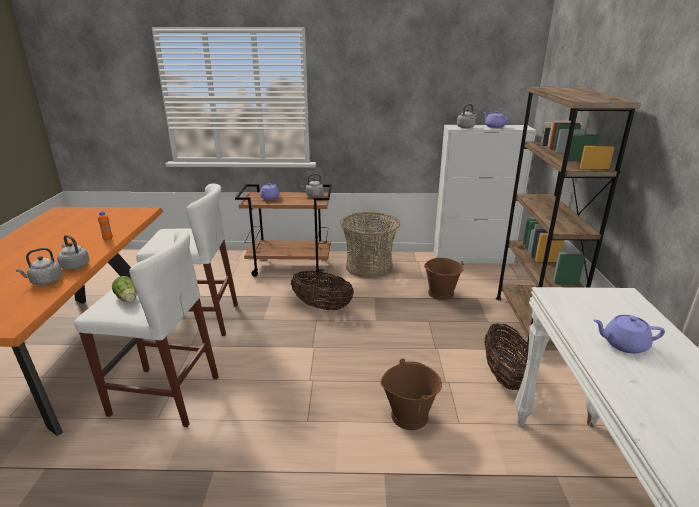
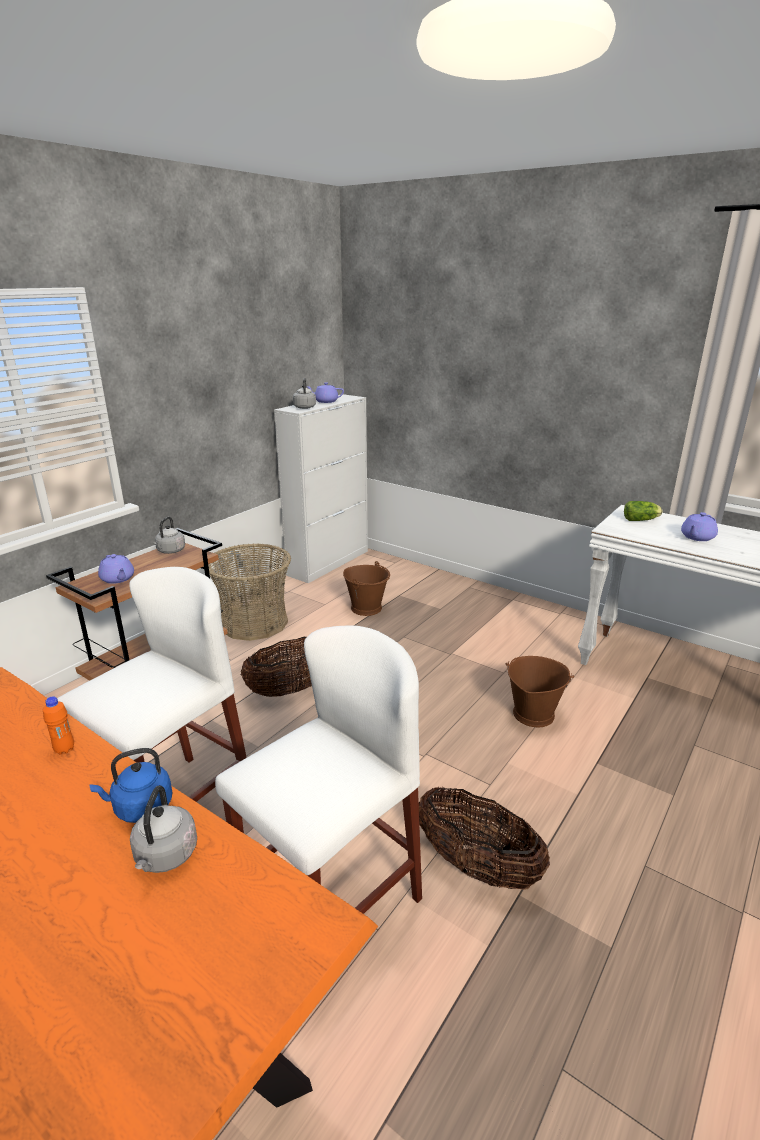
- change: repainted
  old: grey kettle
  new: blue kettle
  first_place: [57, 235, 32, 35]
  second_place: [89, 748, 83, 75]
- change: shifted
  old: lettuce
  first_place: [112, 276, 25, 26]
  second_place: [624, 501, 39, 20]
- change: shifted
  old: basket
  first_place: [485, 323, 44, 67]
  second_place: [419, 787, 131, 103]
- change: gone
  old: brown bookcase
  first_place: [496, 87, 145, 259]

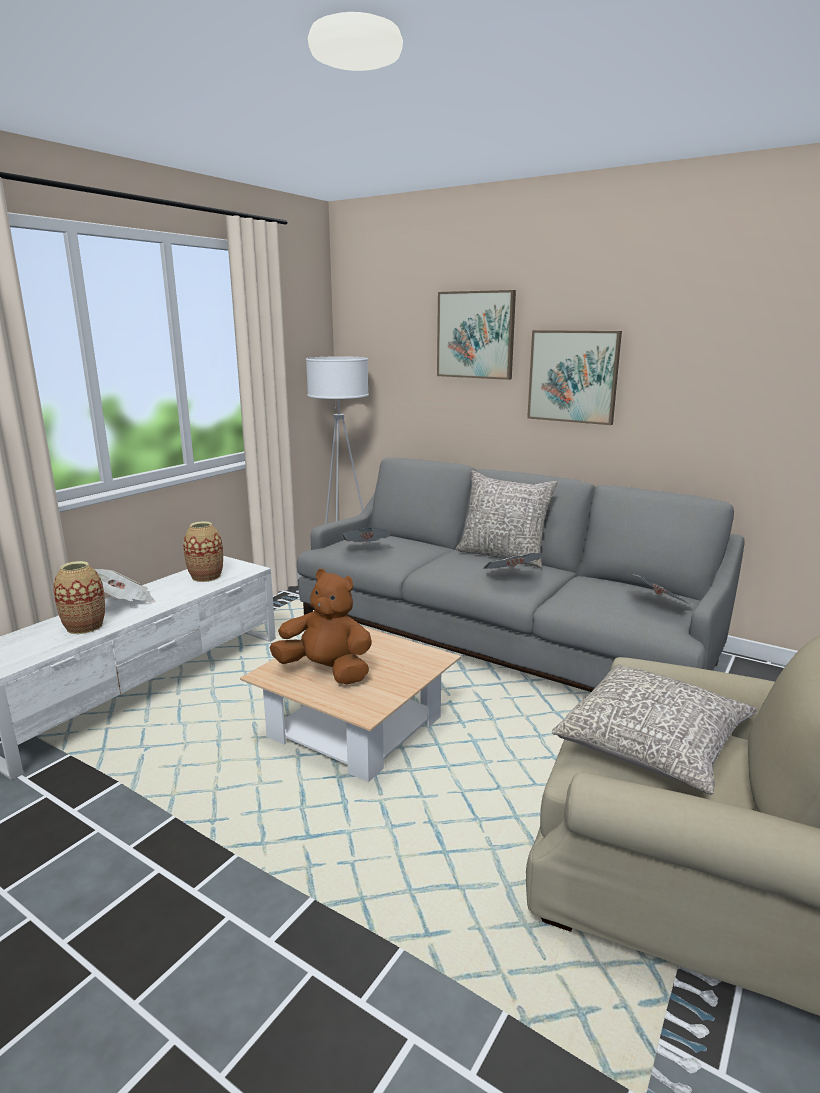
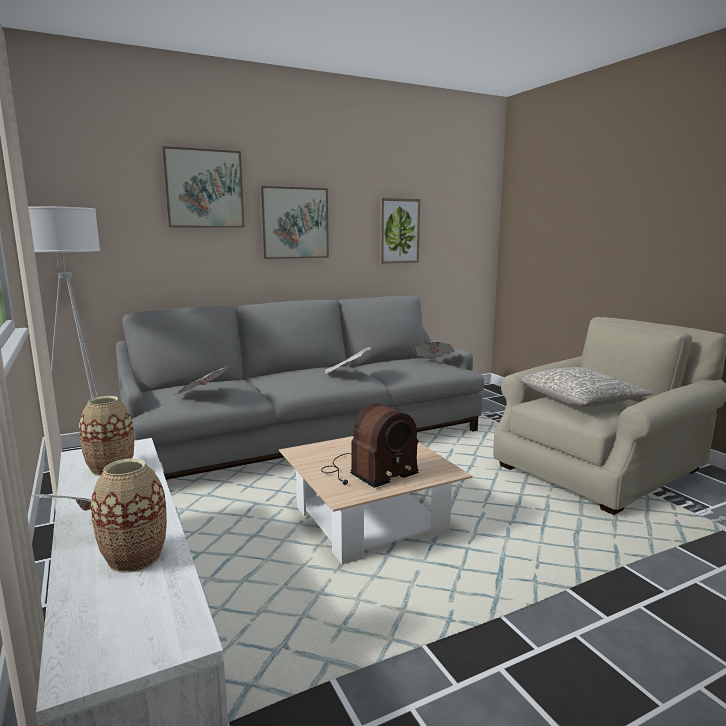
- change: swapped
  old: brown plush toy
  new: radio
  first_place: [270, 569, 102, 115]
  second_place: [321, 403, 98, 85]
- change: gone
  old: grey pillow
  first_place: [456, 470, 101, 97]
- change: new
  new: picture
  second_place: [380, 198, 40, 66]

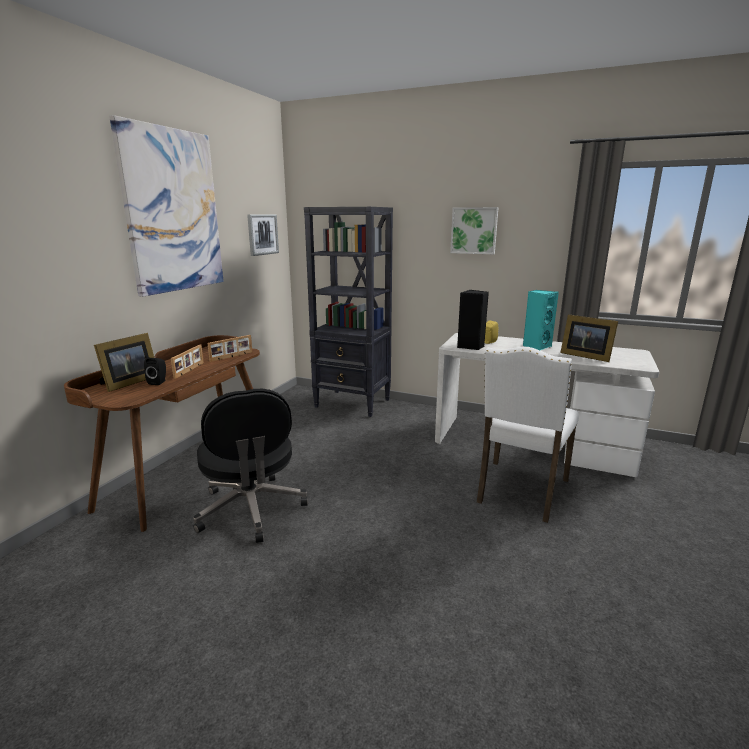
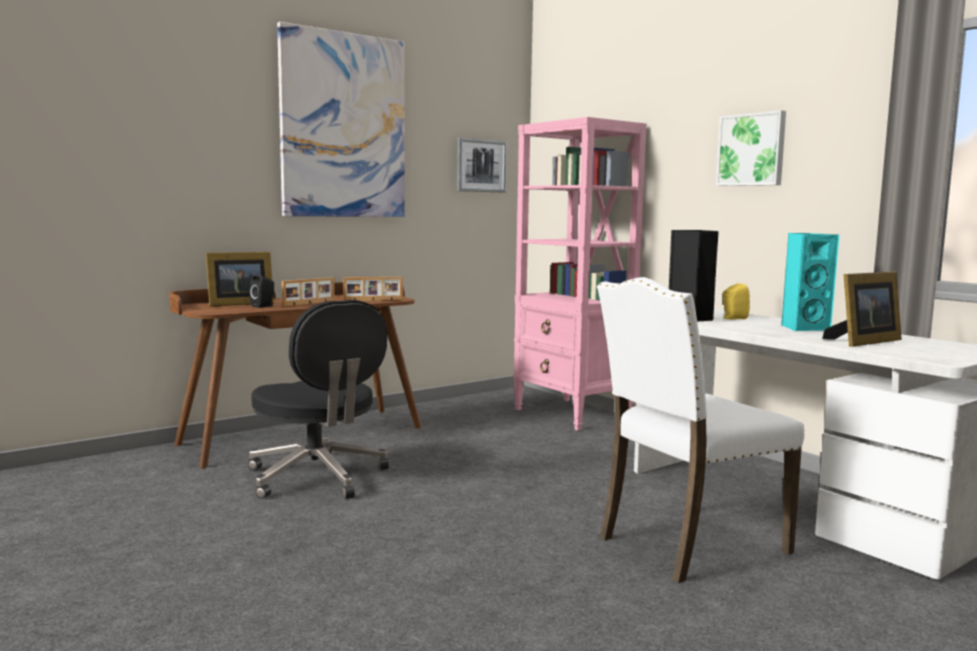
- change: rotated
  old: black office chair
  first_place: [194, 389, 114, 154]
  second_place: [248, 300, 141, 199]
  degrees: -45
- change: repainted
  old: black bookcase
  new: pink bookcase
  first_place: [304, 207, 89, 210]
  second_place: [513, 117, 134, 314]
- change: rotated
  old: picture frame
  first_place: [560, 314, 58, 48]
  second_place: [822, 271, 80, 76]
  degrees: -105

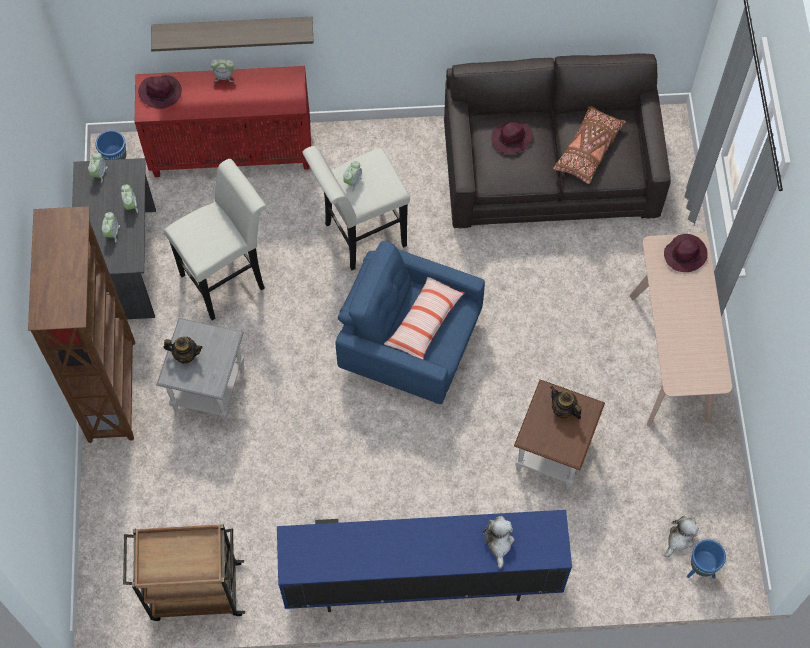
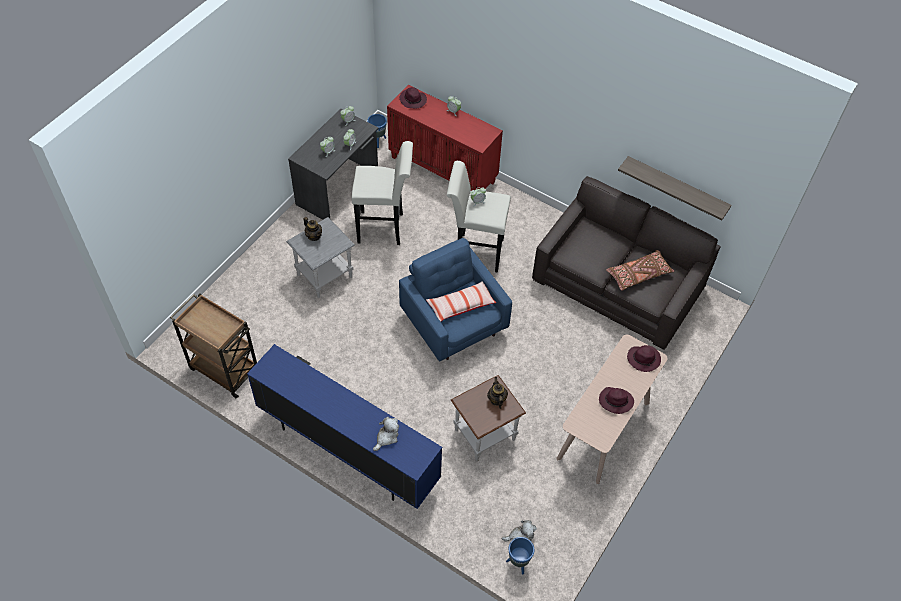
- change: gone
  old: brown bookcase
  first_place: [28, 206, 107, 237]
- change: shifted
  old: shelf
  first_place: [151, 17, 163, 35]
  second_place: [618, 156, 114, 64]
- change: shifted
  old: purple hat
  first_place: [491, 121, 42, 33]
  second_place: [599, 387, 35, 27]

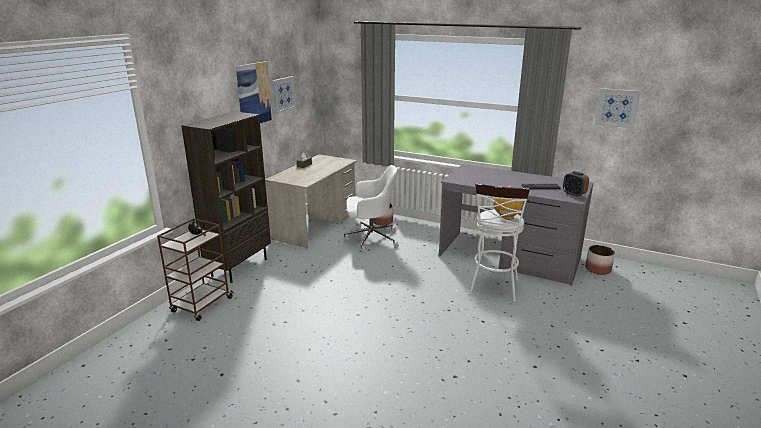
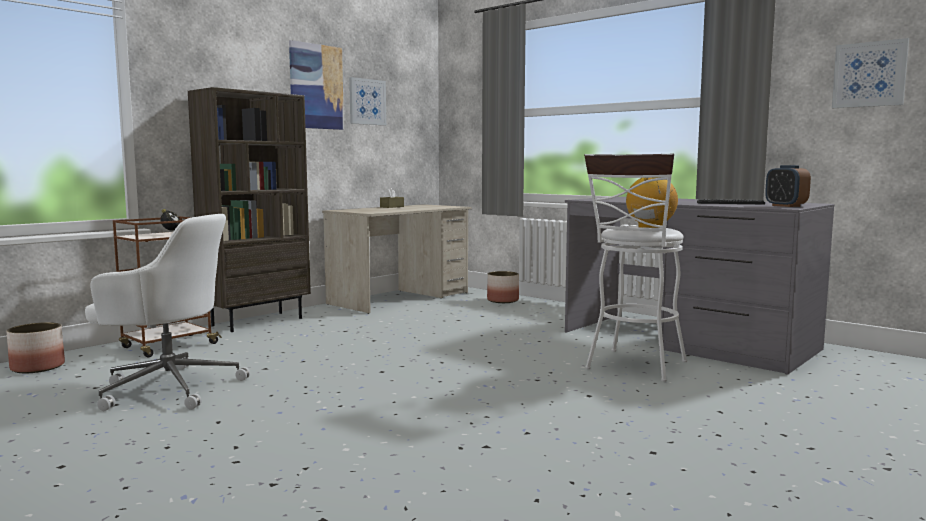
- change: shifted
  old: white office chair
  first_place: [344, 165, 55, 88]
  second_place: [85, 214, 165, 197]
- change: shifted
  old: planter
  first_place: [585, 245, 30, 30]
  second_place: [6, 322, 59, 51]

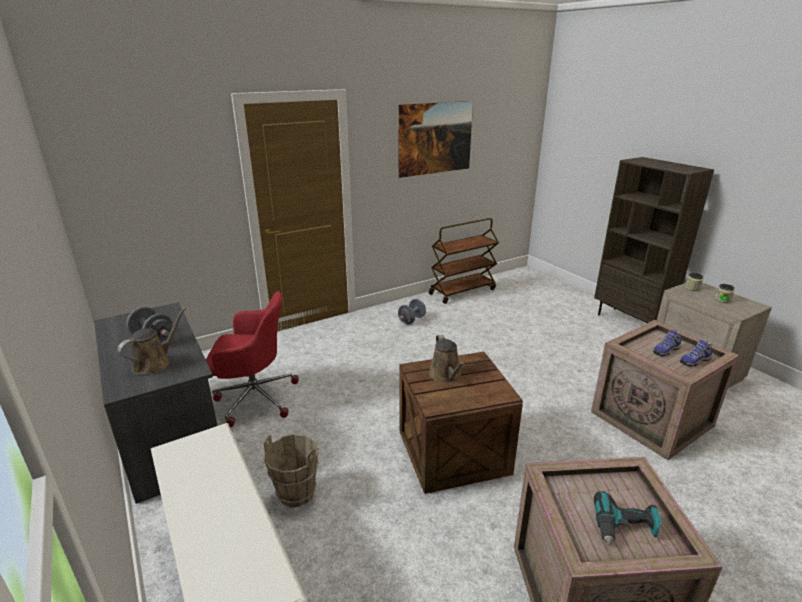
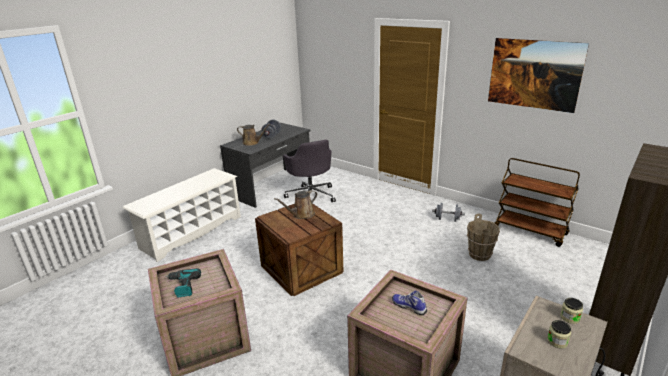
- change: repainted
  old: red office chair
  new: grey office chair
  first_place: [206, 291, 93, 136]
  second_place: [283, 139, 53, 63]
- change: shifted
  old: brown bucket
  first_place: [264, 434, 55, 73]
  second_place: [467, 214, 33, 47]
- change: gone
  old: shoe
  first_place: [680, 340, 32, 27]

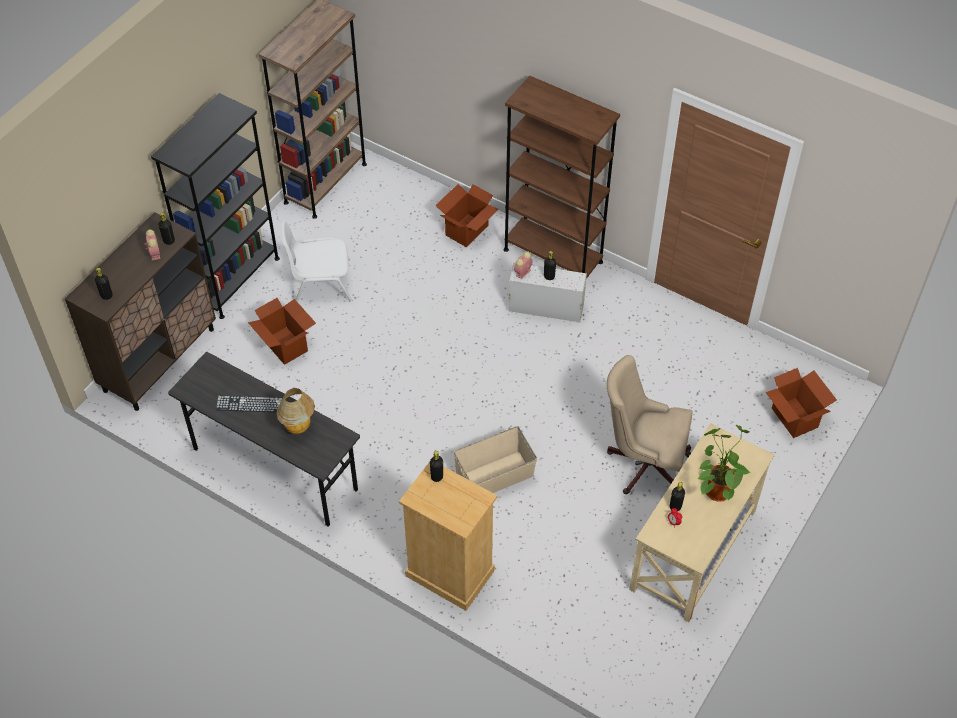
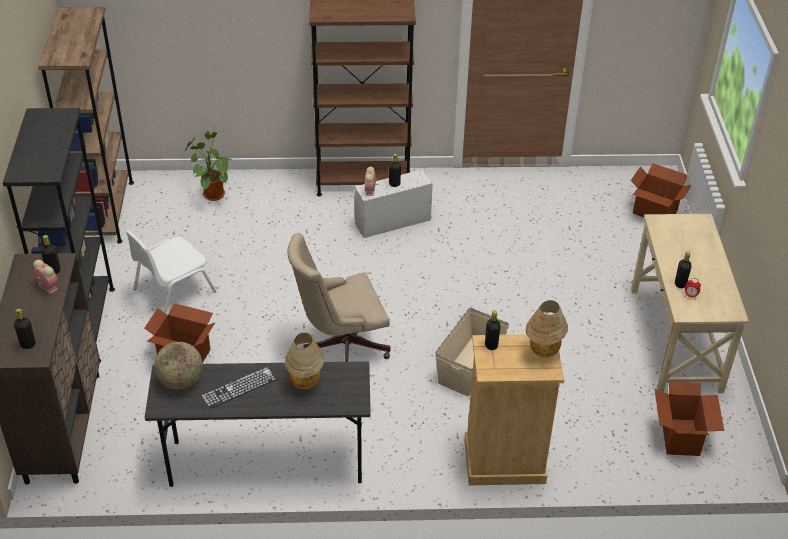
- change: shifted
  old: cardboard box
  first_place: [436, 184, 63, 63]
  second_place: [655, 381, 69, 75]
- change: shifted
  old: beige office chair
  first_place: [607, 355, 86, 139]
  second_place: [288, 233, 103, 129]
- change: shifted
  old: potted plant
  first_place: [698, 424, 52, 78]
  second_place: [185, 131, 47, 70]
- change: new
  new: globe
  second_place: [154, 342, 49, 48]
- change: new
  new: table lamp
  second_place: [526, 300, 42, 58]

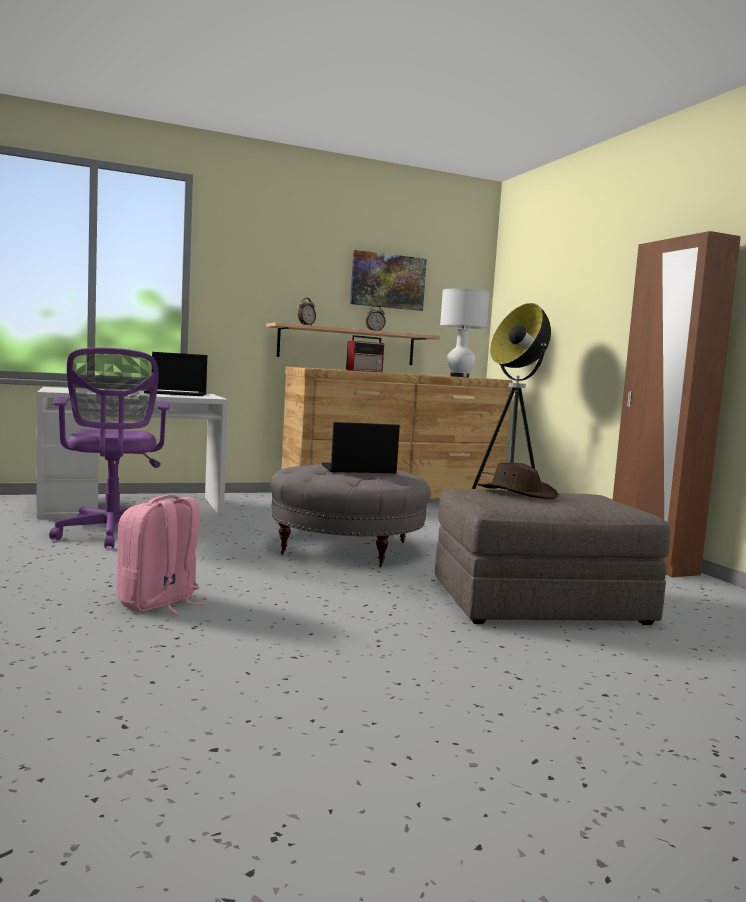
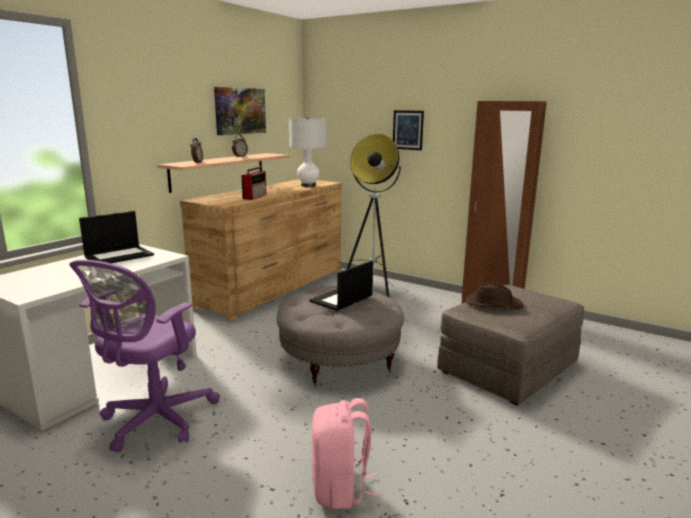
- change: rotated
  old: purple office chair
  first_place: [49, 348, 121, 200]
  second_place: [70, 260, 150, 192]
  degrees: 75
- change: new
  new: picture
  second_place: [393, 110, 31, 40]

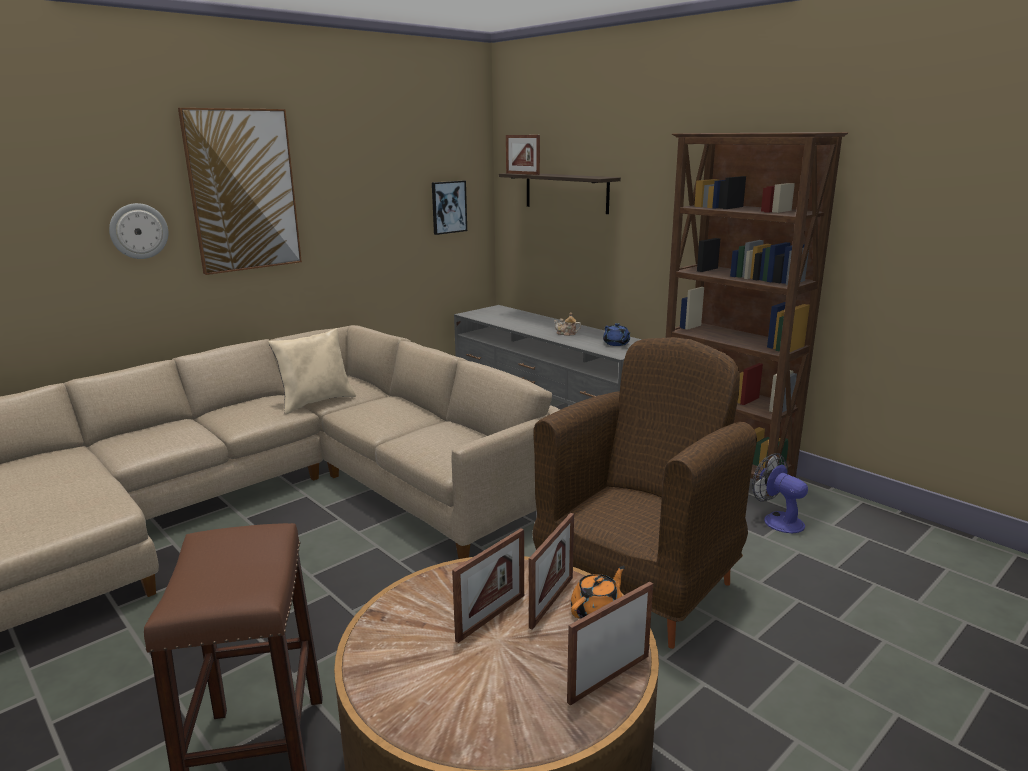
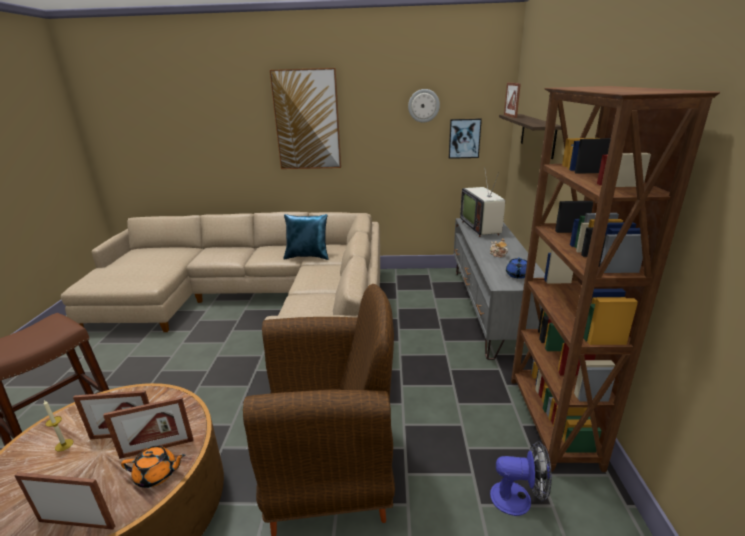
- change: shifted
  old: wall clock
  first_place: [109, 203, 59, 56]
  second_place: [408, 89, 32, 33]
- change: repainted
  old: beige pillow
  new: blue pillow
  first_place: [268, 328, 88, 86]
  second_place: [283, 214, 46, 46]
- change: rotated
  old: fan
  first_place: [752, 453, 56, 80]
  second_place: [490, 441, 62, 75]
  degrees: 90
- change: new
  new: candle
  second_place: [44, 400, 29, 52]
- change: new
  new: television
  second_place: [460, 167, 45, 70]

